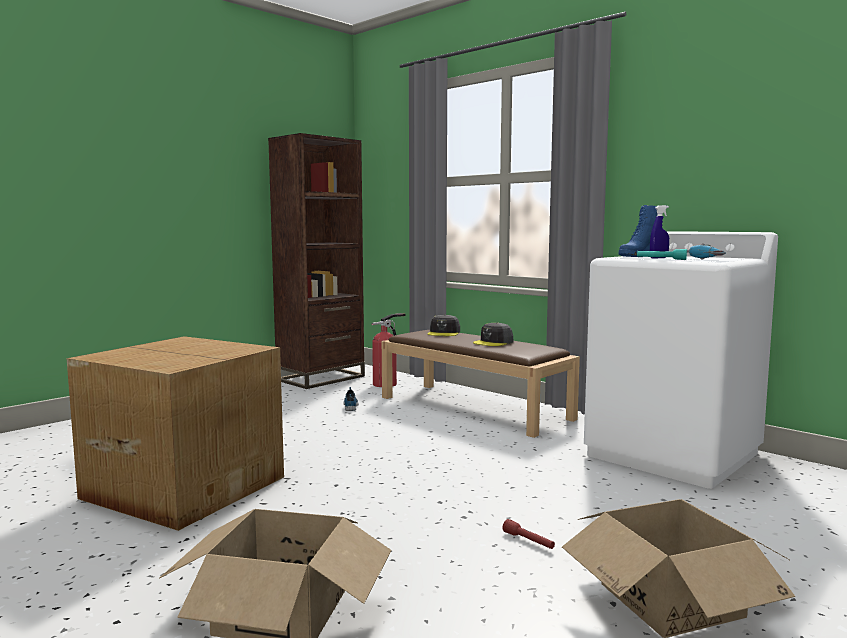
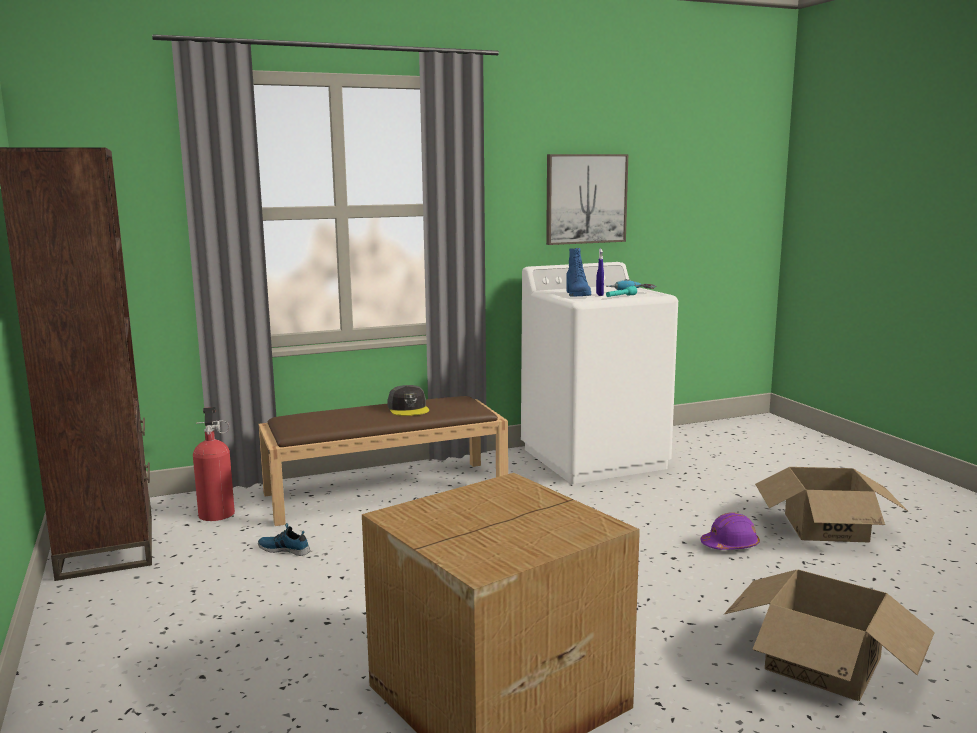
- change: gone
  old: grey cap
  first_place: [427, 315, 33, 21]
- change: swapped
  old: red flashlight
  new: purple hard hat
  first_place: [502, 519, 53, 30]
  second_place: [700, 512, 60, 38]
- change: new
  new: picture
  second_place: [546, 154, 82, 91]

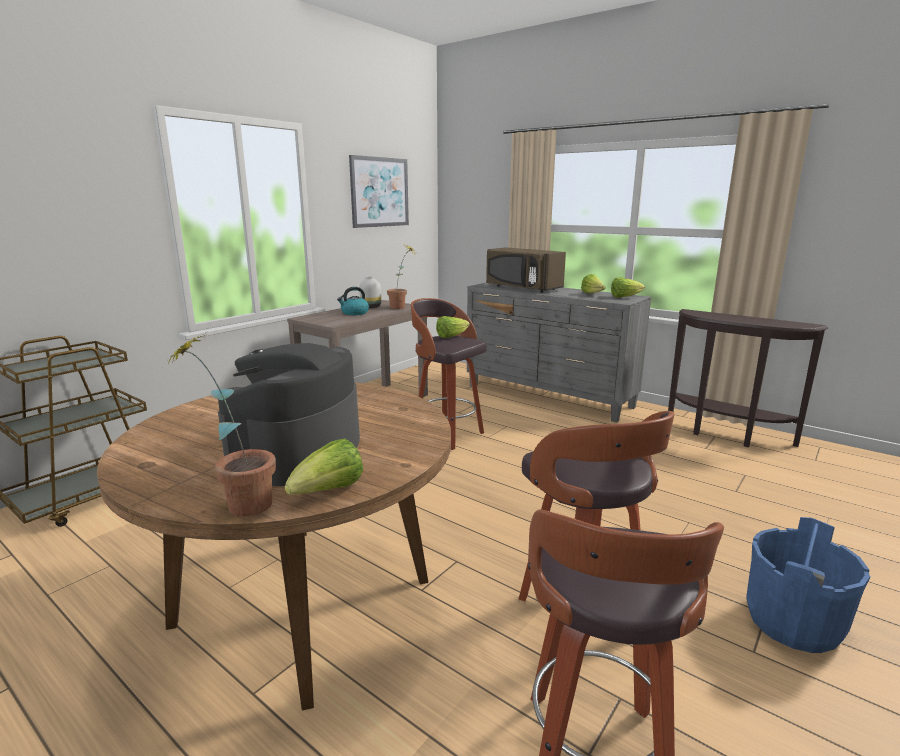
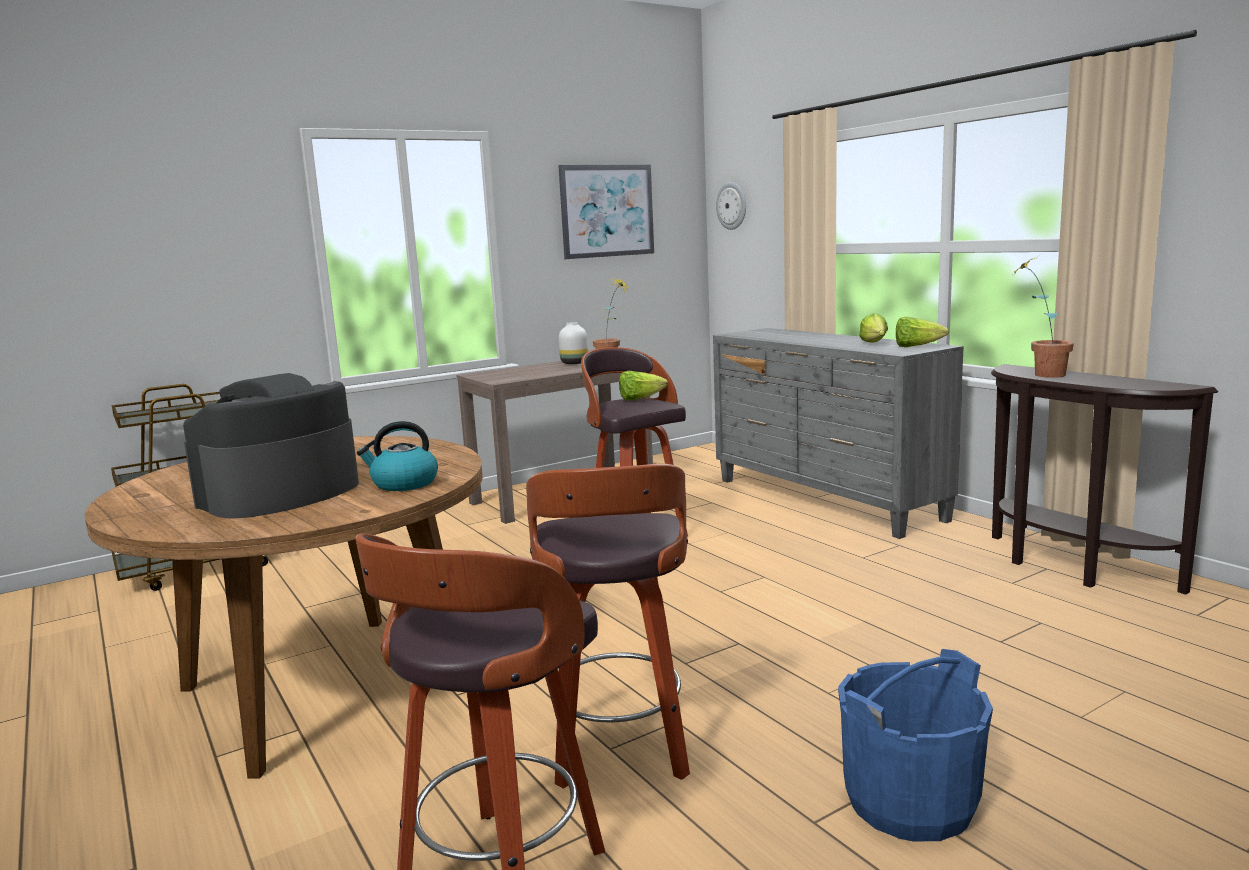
- change: shifted
  old: potted plant
  first_place: [167, 334, 109, 182]
  second_place: [1012, 257, 62, 121]
- change: gone
  old: lettuce
  first_place: [284, 439, 79, 56]
- change: shifted
  old: kettle
  first_place: [337, 287, 32, 28]
  second_place: [357, 421, 81, 70]
- change: gone
  old: brown microwave
  first_place: [486, 247, 80, 45]
- change: new
  new: wall clock
  second_place: [716, 182, 30, 48]

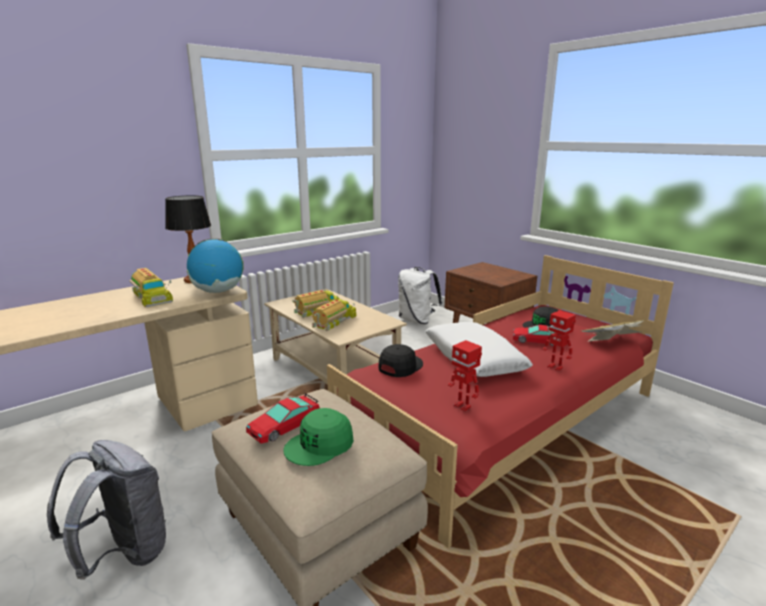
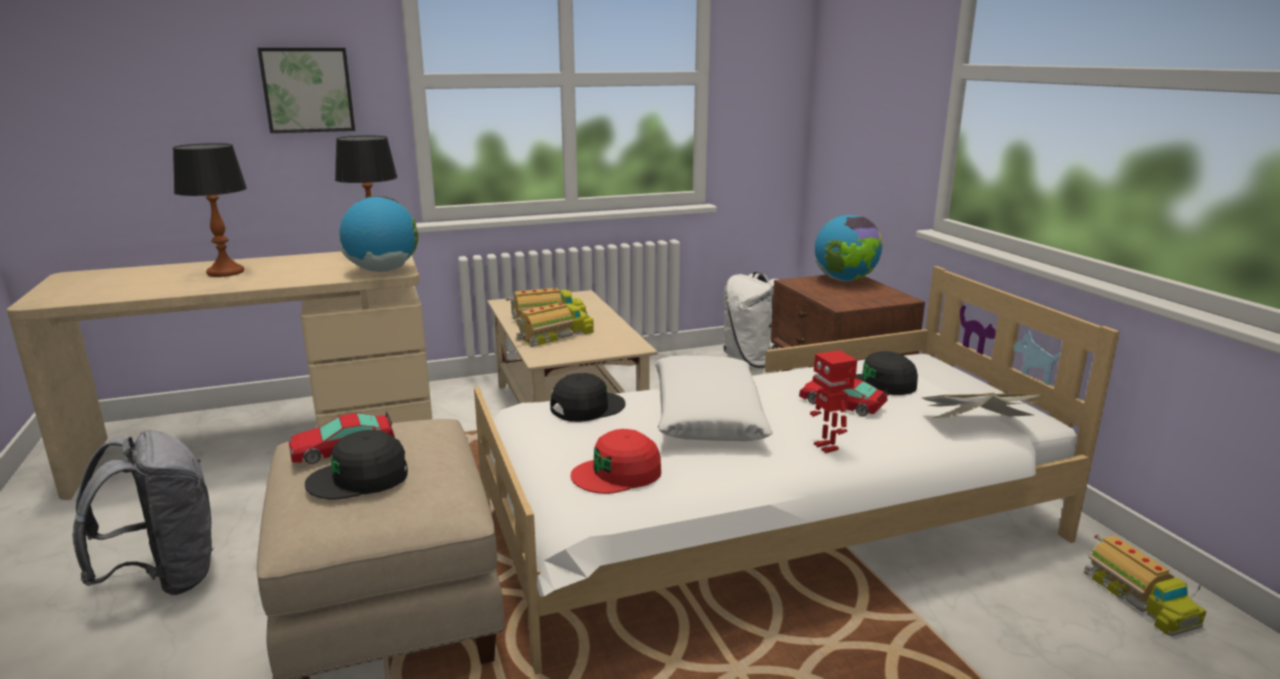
- change: shifted
  old: toy truck
  first_place: [129, 268, 44, 39]
  second_place: [1084, 534, 122, 102]
- change: repainted
  old: green cap
  new: black cap
  first_place: [283, 408, 70, 58]
  second_place: [305, 430, 103, 70]
- change: repainted
  old: red bed
  new: white bed
  first_place: [327, 255, 347, 293]
  second_place: [474, 266, 646, 409]
- change: swapped
  old: toy robot
  new: red cap
  first_place: [448, 340, 34, 72]
  second_place: [571, 429, 90, 65]
- change: new
  new: table lamp
  second_place: [173, 143, 74, 134]
- change: new
  new: picture
  second_place: [257, 48, 98, 85]
- change: new
  new: globe
  second_place: [815, 215, 68, 66]

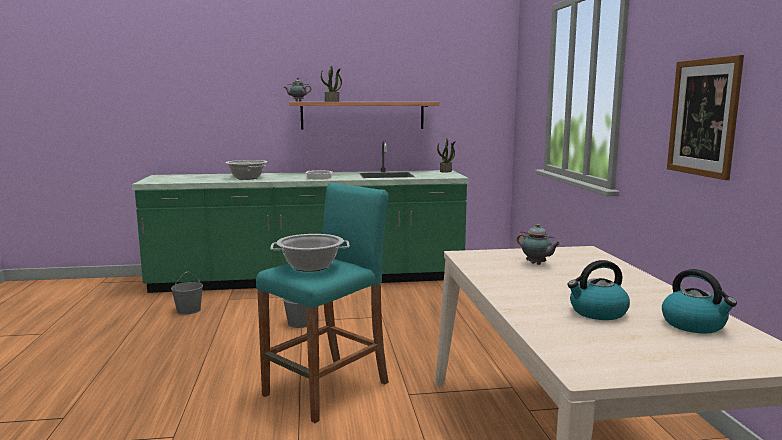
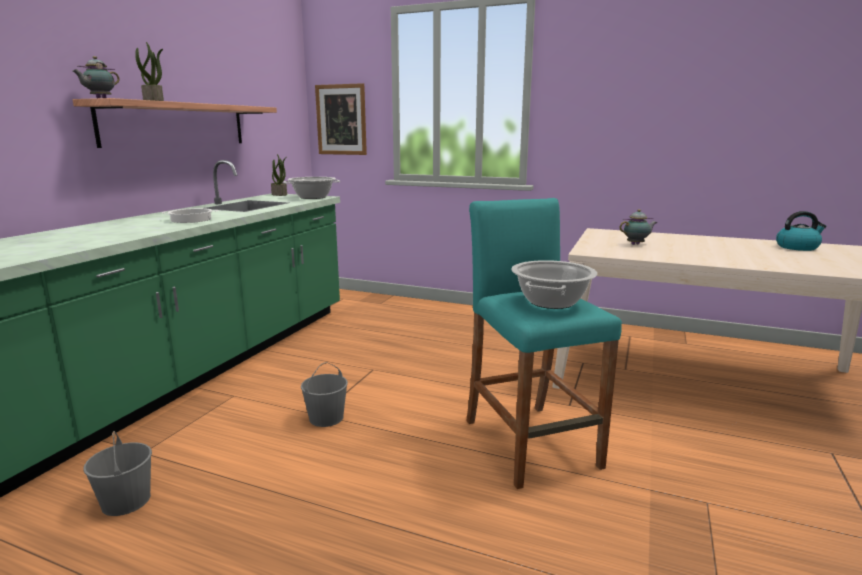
- change: shifted
  old: cooking pot
  first_place: [225, 160, 42, 20]
  second_place: [284, 177, 56, 22]
- change: gone
  old: kettle
  first_place: [568, 260, 62, 60]
- change: shifted
  old: picture
  first_place: [667, 55, 77, 125]
  second_place: [315, 83, 52, 72]

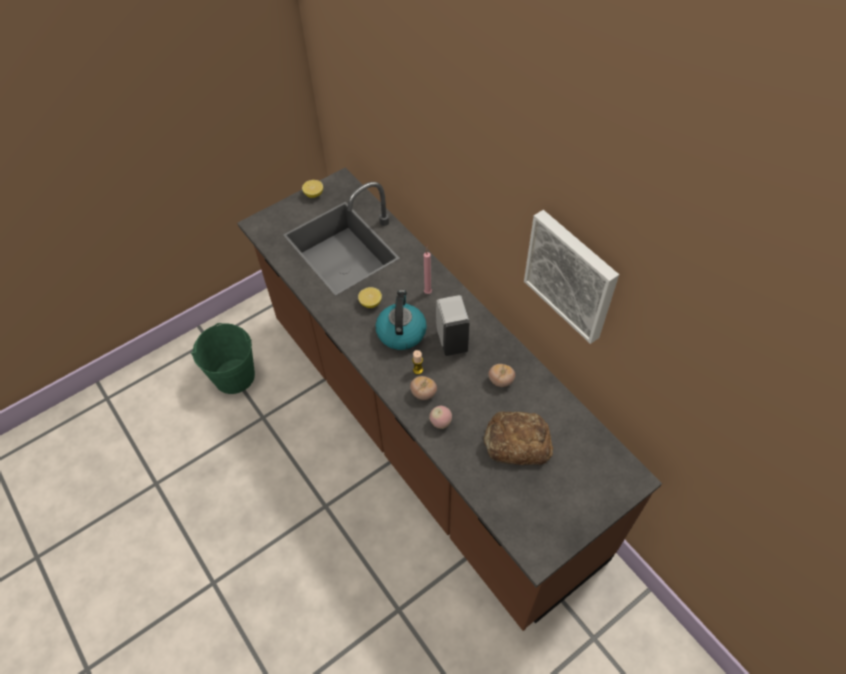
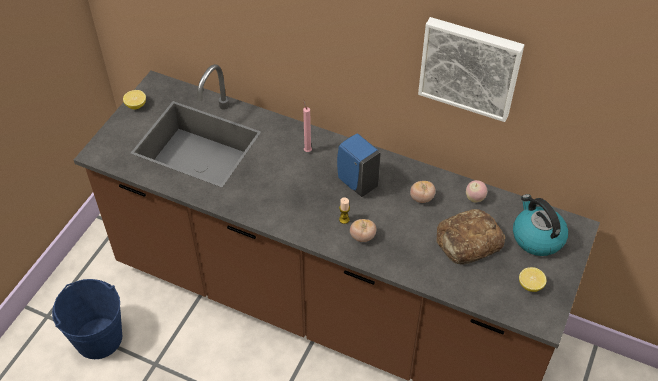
- change: repainted
  old: green bucket
  new: blue bucket
  first_place: [191, 323, 64, 71]
  second_place: [52, 279, 70, 80]
- change: shifted
  old: lemon
  first_place: [358, 287, 24, 21]
  second_place: [519, 267, 27, 25]
- change: shifted
  old: kettle
  first_place: [375, 290, 52, 60]
  second_place: [513, 194, 55, 62]
- change: shifted
  old: apple
  first_place: [429, 406, 23, 23]
  second_place: [466, 180, 21, 22]
- change: repainted
  old: white soap dispenser
  new: blue soap dispenser
  first_place: [436, 295, 34, 61]
  second_place: [337, 133, 44, 64]

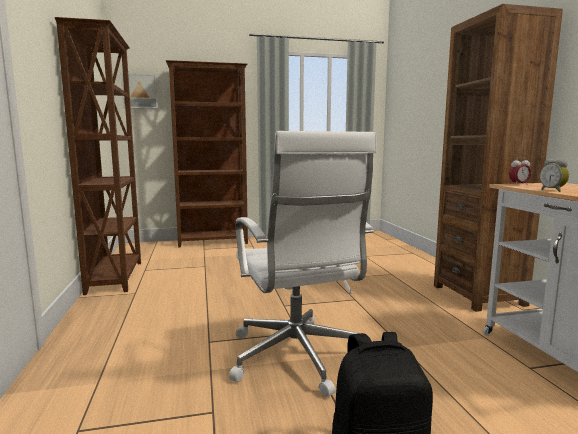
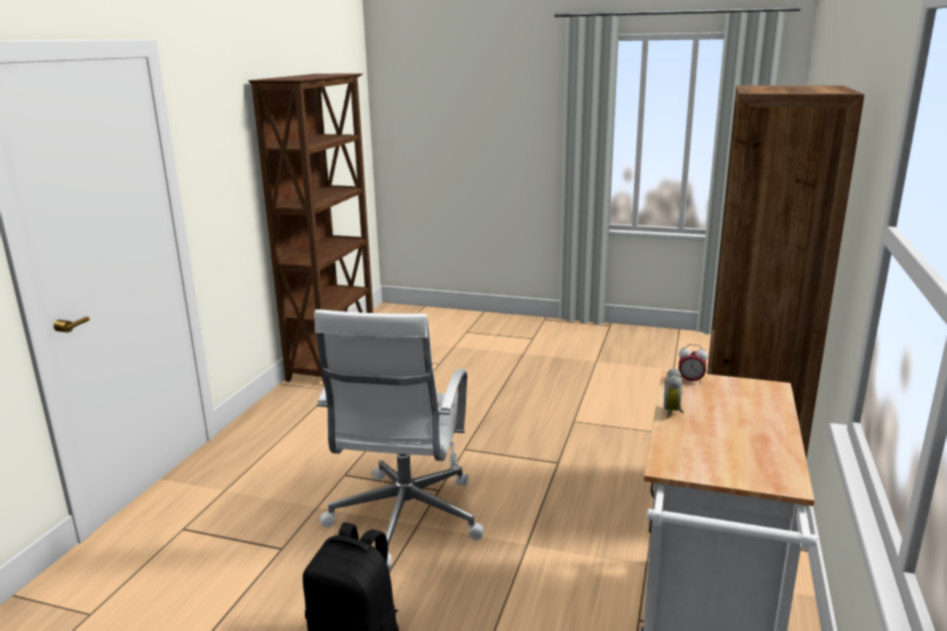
- change: gone
  old: picture
  first_place: [121, 73, 37, 36]
- change: gone
  old: brown bookcase
  first_place: [166, 60, 82, 188]

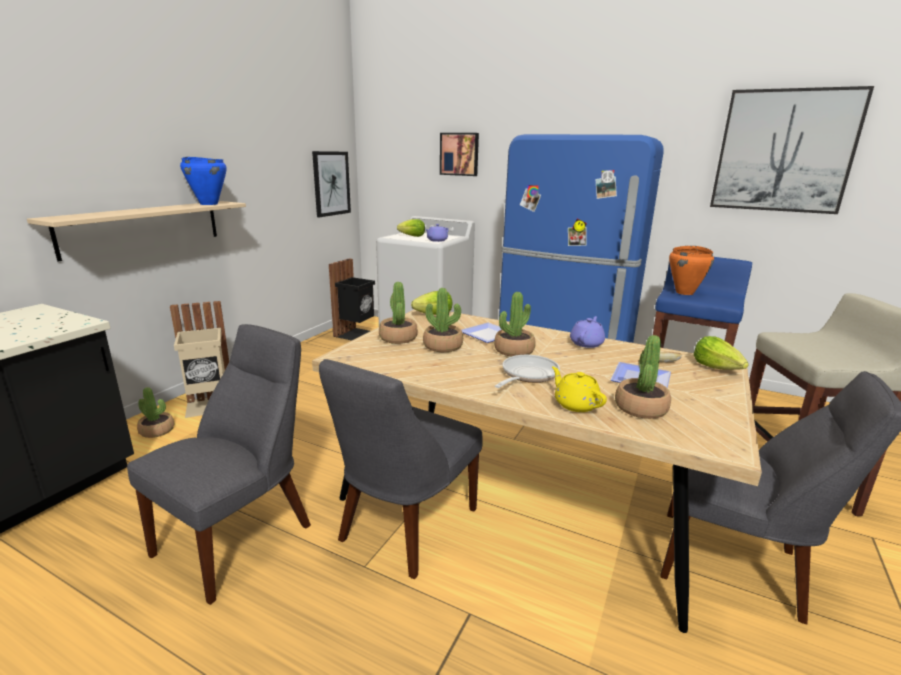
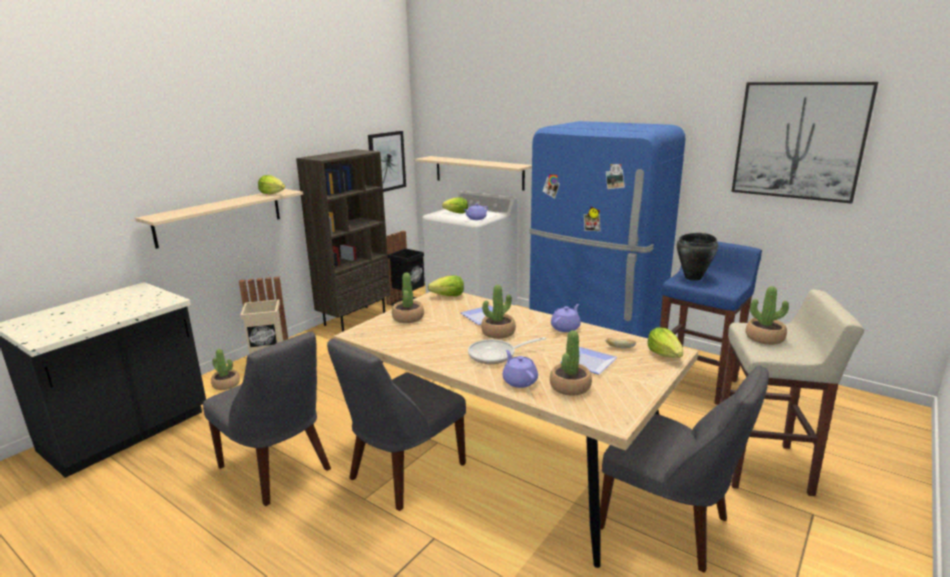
- change: rotated
  old: grey chair
  first_place: [127, 324, 184, 281]
  second_place: [203, 331, 128, 175]
  degrees: 90
- change: swapped
  old: blue cooking pot
  new: lettuce
  first_place: [180, 157, 47, 48]
  second_place: [258, 175, 27, 19]
- change: shifted
  old: potted plant
  first_place: [423, 288, 40, 64]
  second_place: [746, 286, 43, 59]
- change: gone
  old: picture
  first_place: [440, 133, 39, 43]
- change: rotated
  old: frying pan
  first_place: [495, 355, 65, 33]
  second_place: [468, 337, 78, 27]
  degrees: -150
- change: repainted
  old: yellow teapot
  new: purple teapot
  first_place: [552, 366, 55, 46]
  second_place: [502, 350, 36, 38]
- change: repainted
  old: orange cooking pot
  new: black cooking pot
  first_place: [669, 246, 45, 49]
  second_place: [677, 233, 41, 48]
- change: new
  new: brown bookcase
  second_place: [296, 149, 94, 183]
- change: new
  new: beige shelf
  second_place: [415, 156, 117, 35]

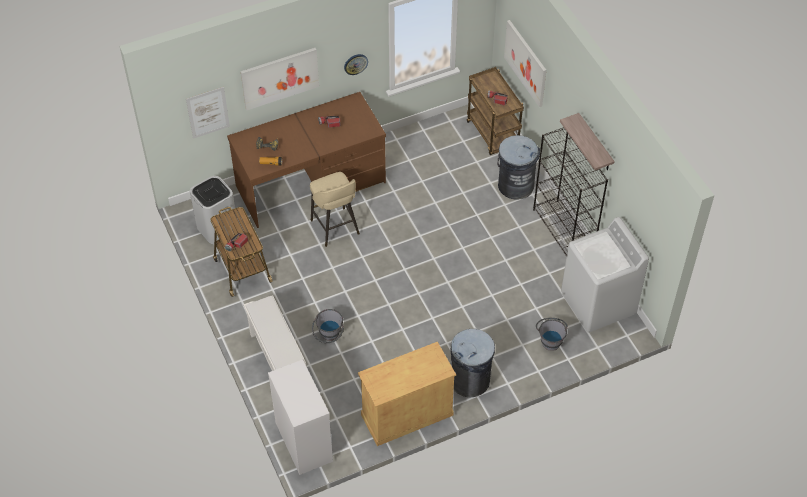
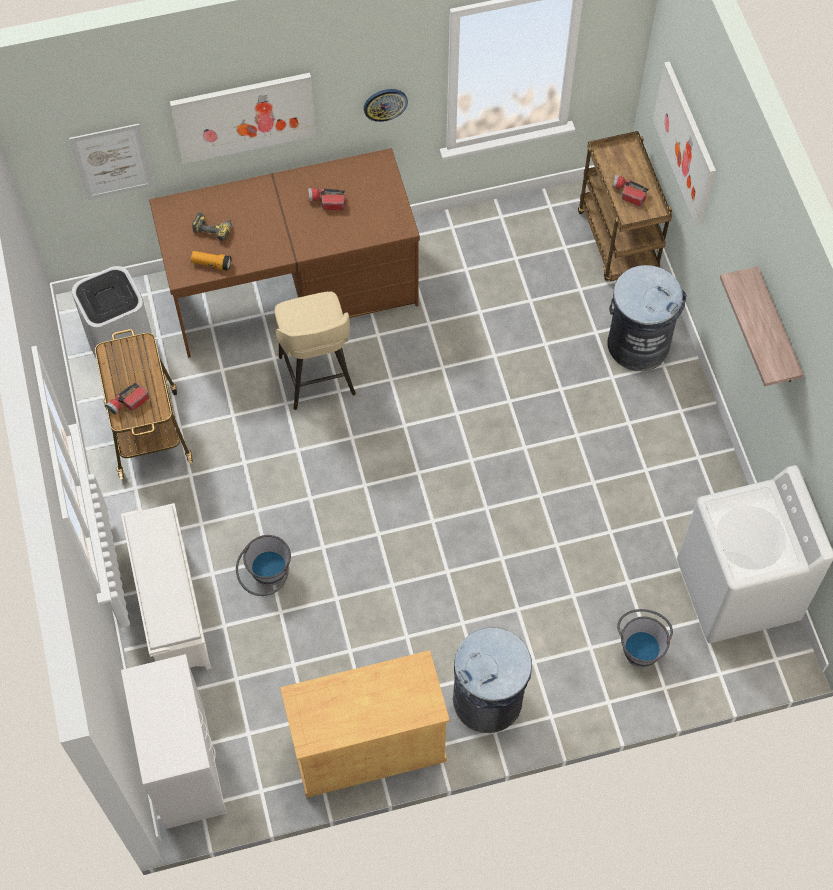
- change: gone
  old: black bookcase
  first_place: [533, 127, 75, 130]

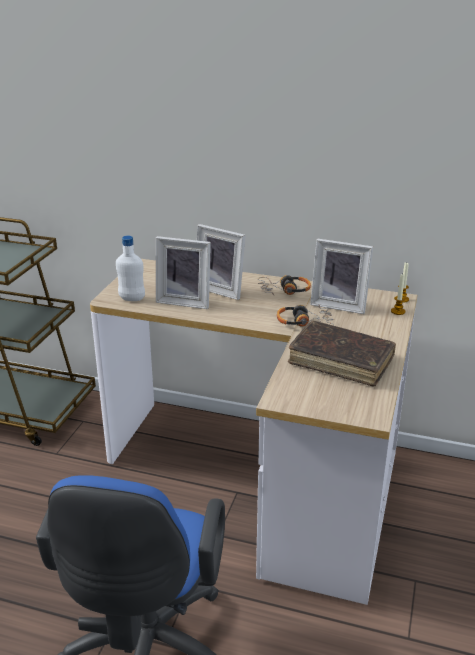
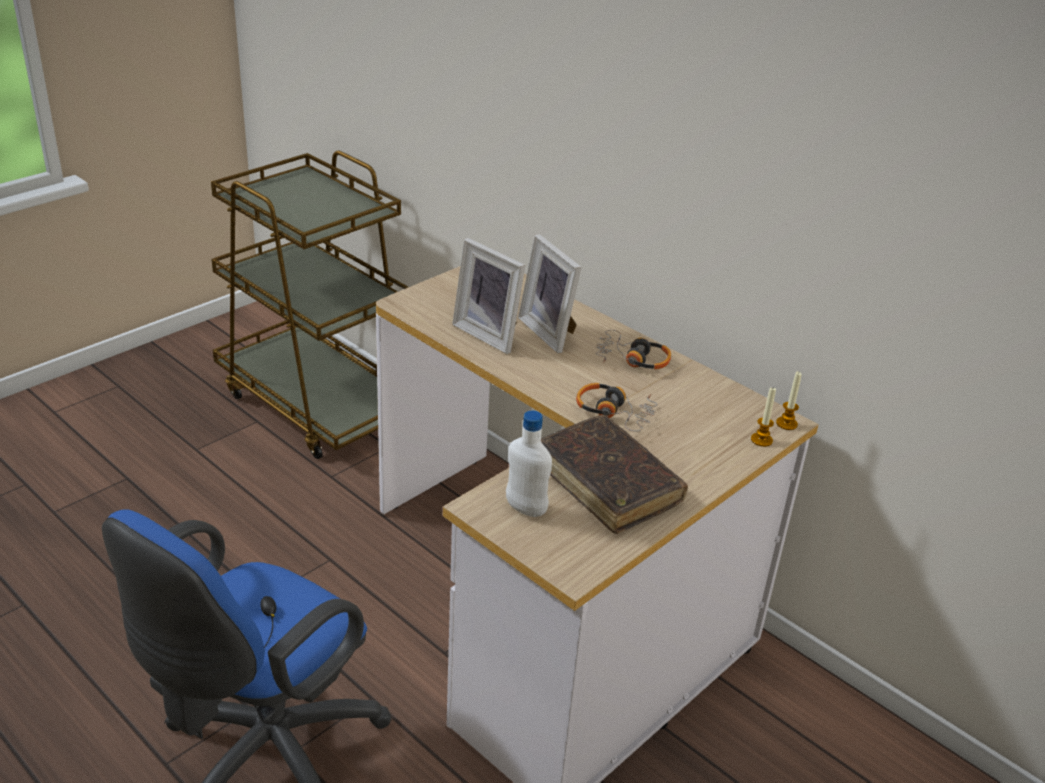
- change: shifted
  old: white bottle
  first_place: [116, 236, 29, 65]
  second_place: [506, 411, 46, 106]
- change: gone
  old: picture frame
  first_place: [310, 239, 63, 75]

